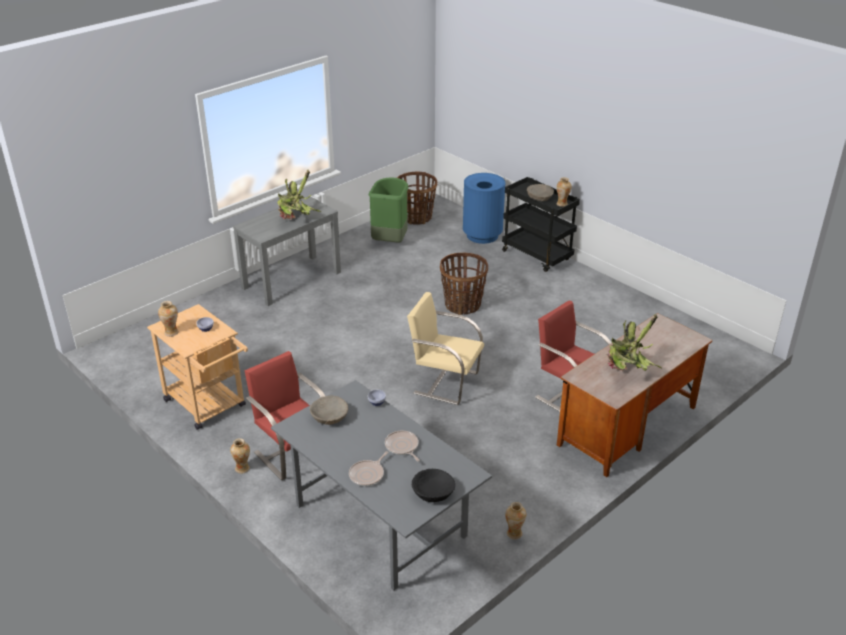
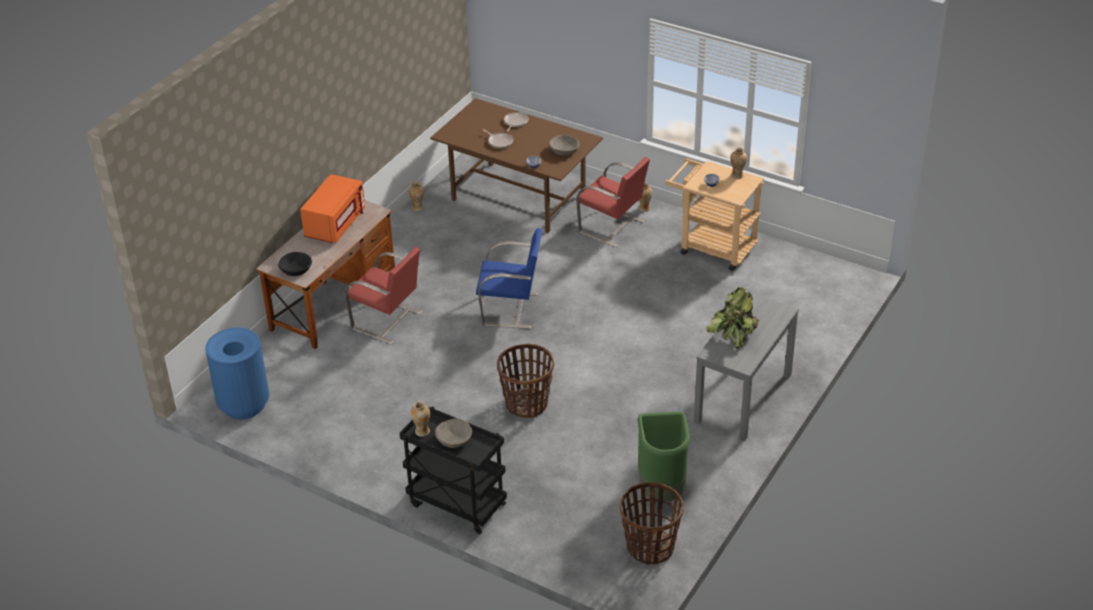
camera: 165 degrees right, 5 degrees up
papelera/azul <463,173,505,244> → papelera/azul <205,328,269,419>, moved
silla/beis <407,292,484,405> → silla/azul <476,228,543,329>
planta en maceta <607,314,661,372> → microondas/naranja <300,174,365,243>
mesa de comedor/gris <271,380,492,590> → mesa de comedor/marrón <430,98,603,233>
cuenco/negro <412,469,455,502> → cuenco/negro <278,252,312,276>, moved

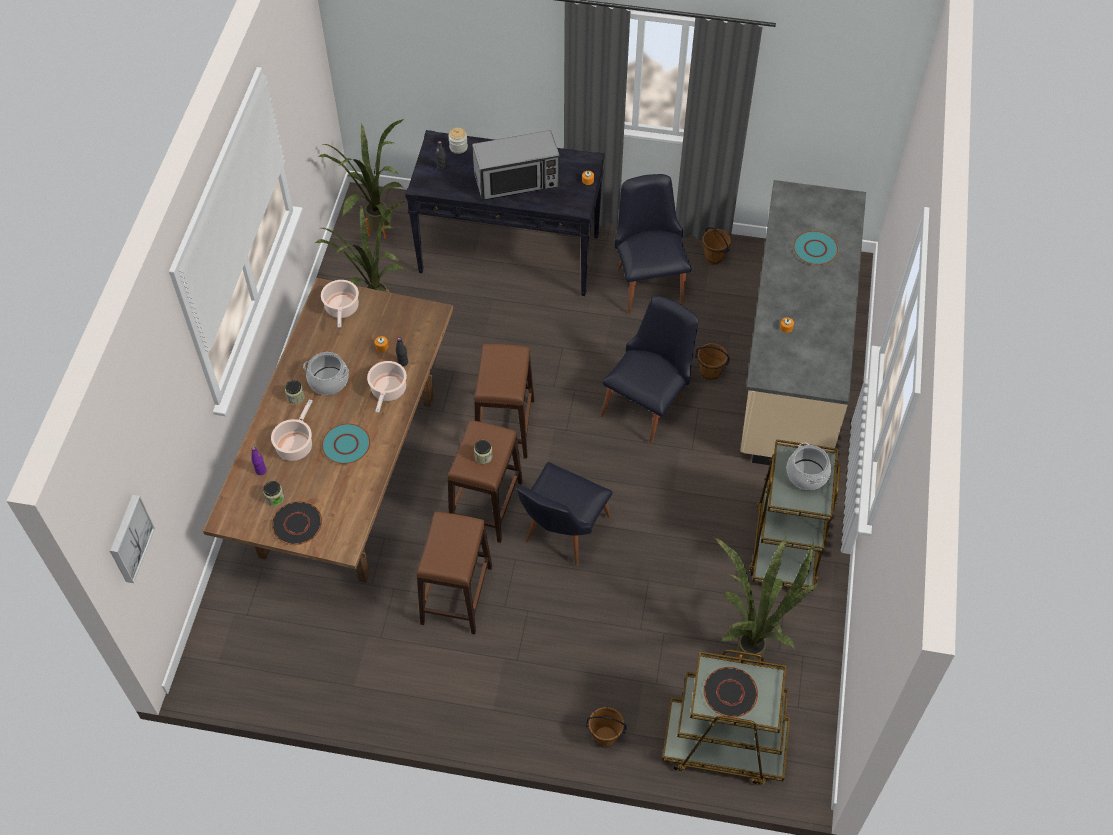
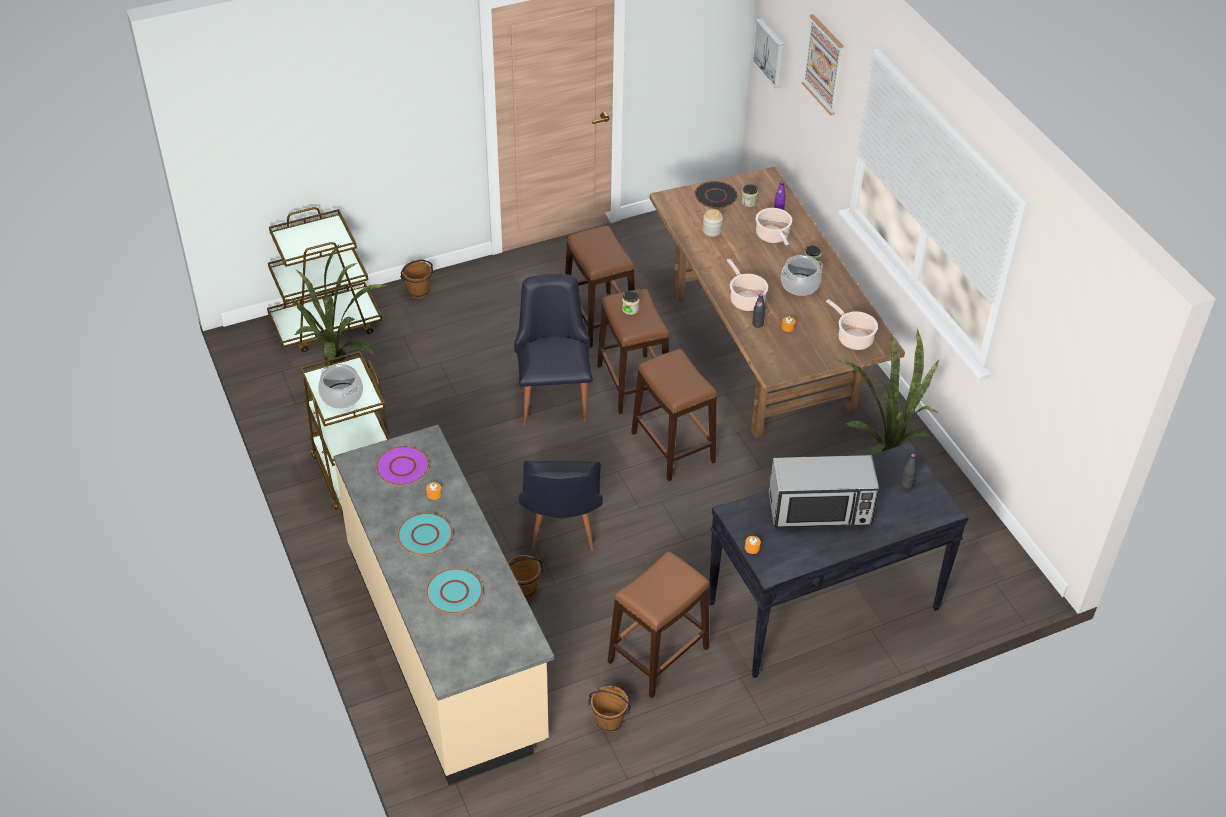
camera: 145 degrees right, 10 degrees down
planta en maceta <318,119,404,239> → -
tarro <448,127,468,154> → tarro <703,209,723,237>, moved
microondas <472,130,560,200> → microondas <769,455,879,528>, 135 degrees counterclockwise
silla/negro <615,174,692,314> → taburete/marrón <607,551,710,698>
plato/turquesa <322,423,370,464> → plato/turquesa <398,513,453,555>, moved
plato/negro <703,667,758,718> → -
- → cuadro <802,14,844,115>
- → plato/morado <376,446,429,485>

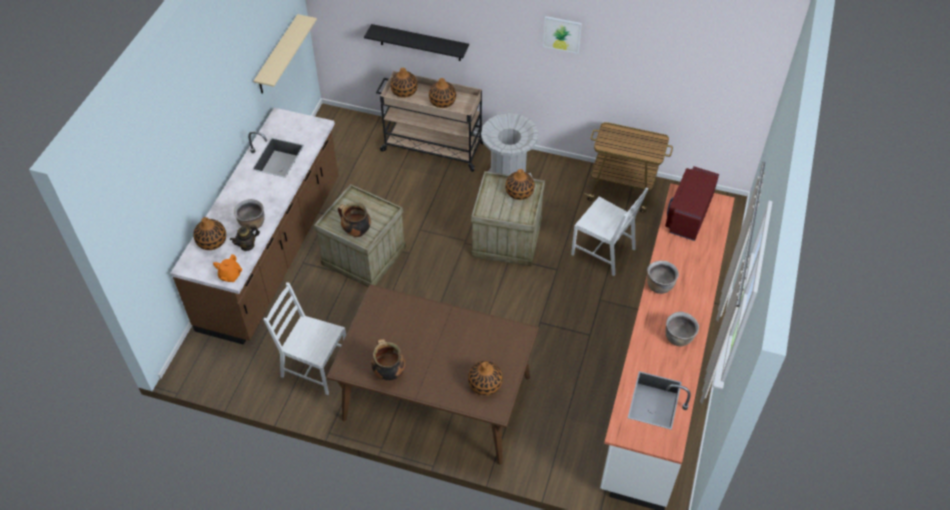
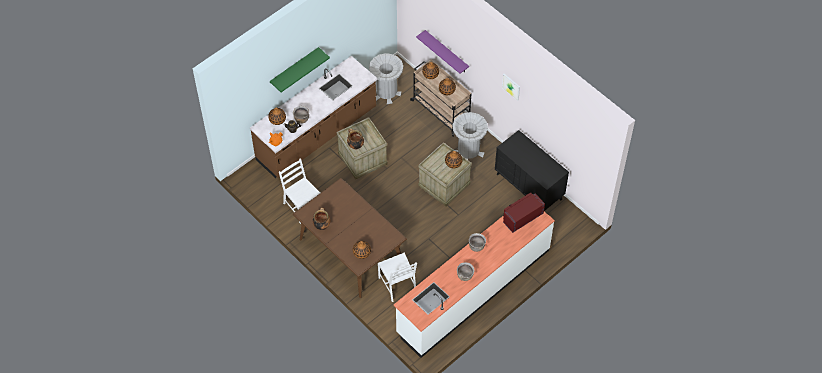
camera: 30 degrees right, 5 degrees up
estante/beis <254,14,317,94> → -
estante/negro <364,24,469,61> → estante/morado <416,30,469,74>
carrito <584,122,673,213> → cómoda/negro <495,130,569,212>
silla/blanco <571,187,649,276> → silla/blanco <378,253,417,302>, moved
- → estante/verde <270,47,330,92>
- → papelera/gris <369,53,403,104>

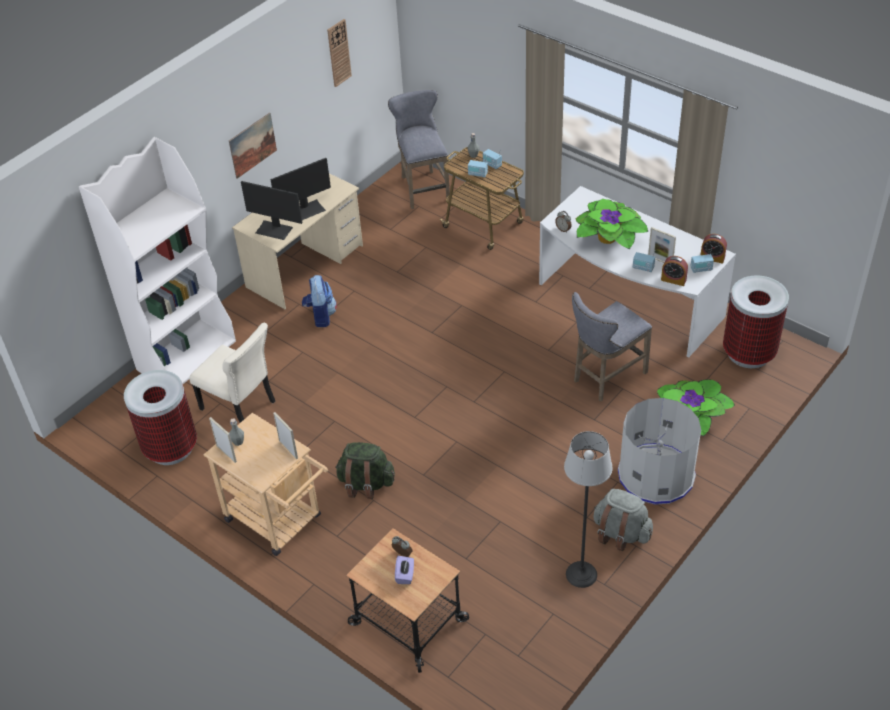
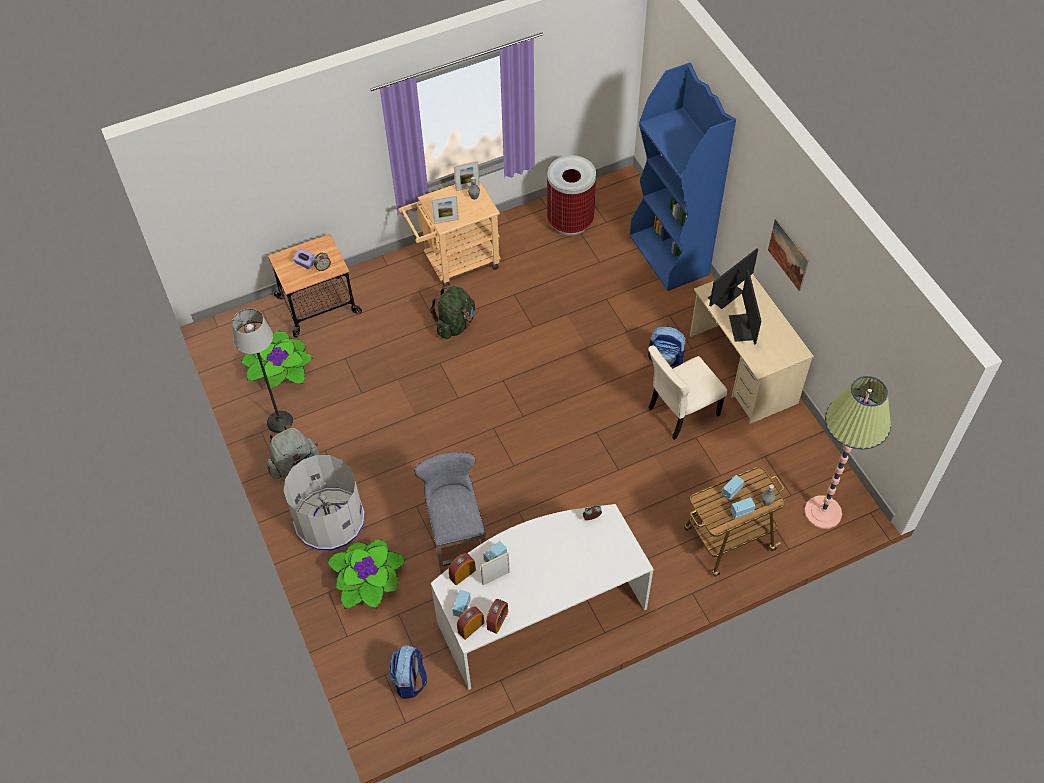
camera: 115 degrees right, 10 degrees up
reloj de pared <327,19,352,87> → -
taburete/gris <388,90,450,209> → lámpara de pie <804,376,891,529>
estantería/blanco <79,137,236,384> → estantería/azul <630,62,736,291>
planta en maceta <576,199,648,249> → planta en maceta <241,331,313,389>, moved
papelera <723,275,789,368> → mochila <389,645,427,699>
silla/beis <189,323,276,423> → silla/beis <648,345,727,440>, moved
- → despertador <486,599,508,634>

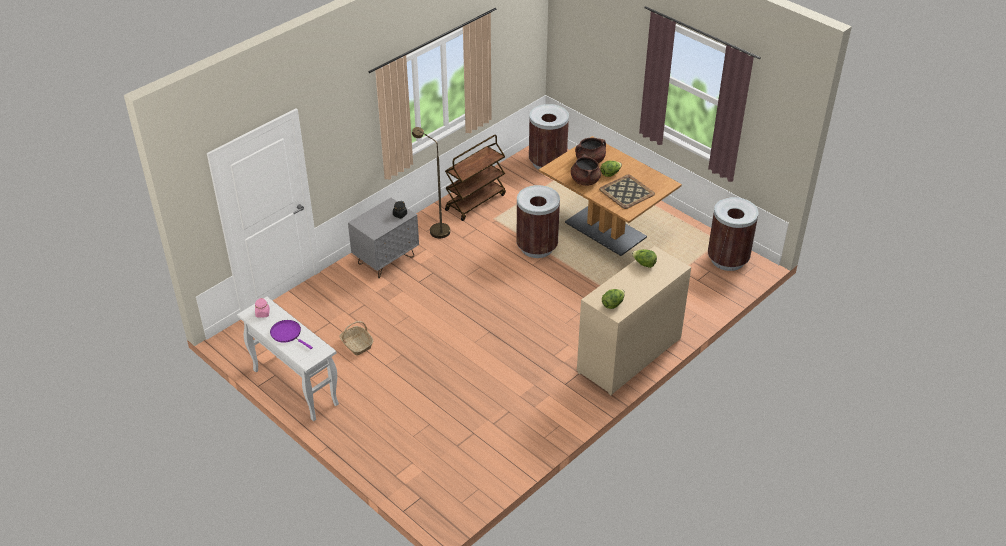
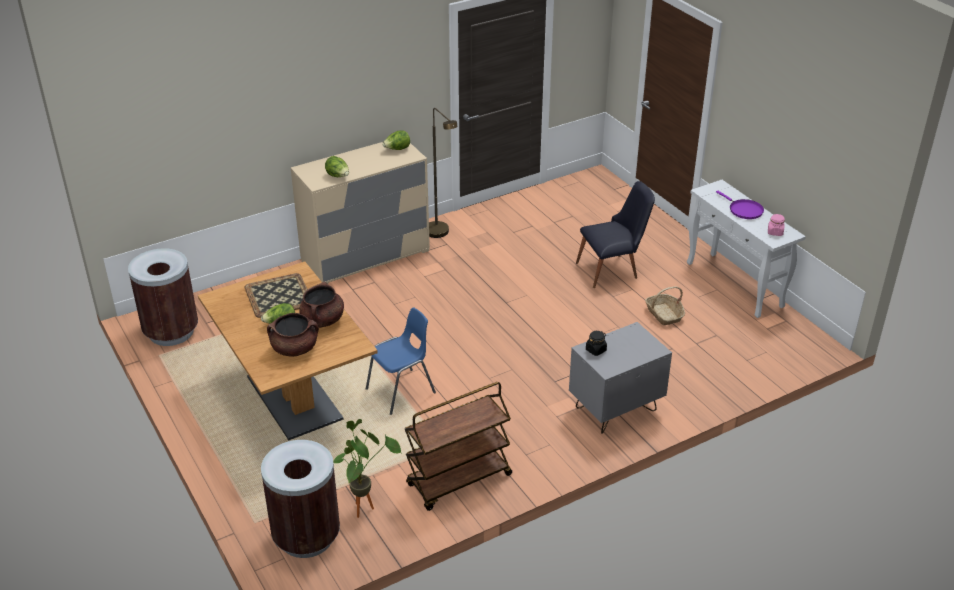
camera: 165 degrees left, 5 degrees down
lámpara de pie/marrón <412,127,450,238> → lámpara de pie/marrón <429,108,458,238>, moved
papelera/marrón <516,185,560,258> → silla/azul <366,307,436,415>
- → silla/negro <576,181,655,288>
- → planta en maceta <333,419,402,518>

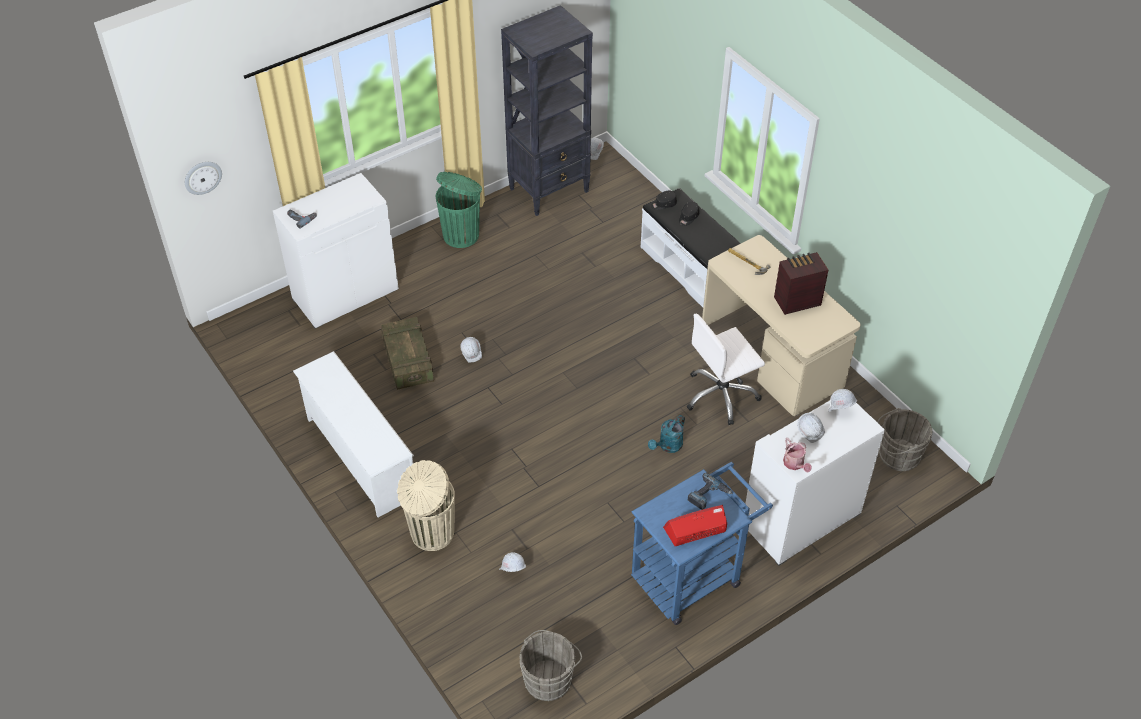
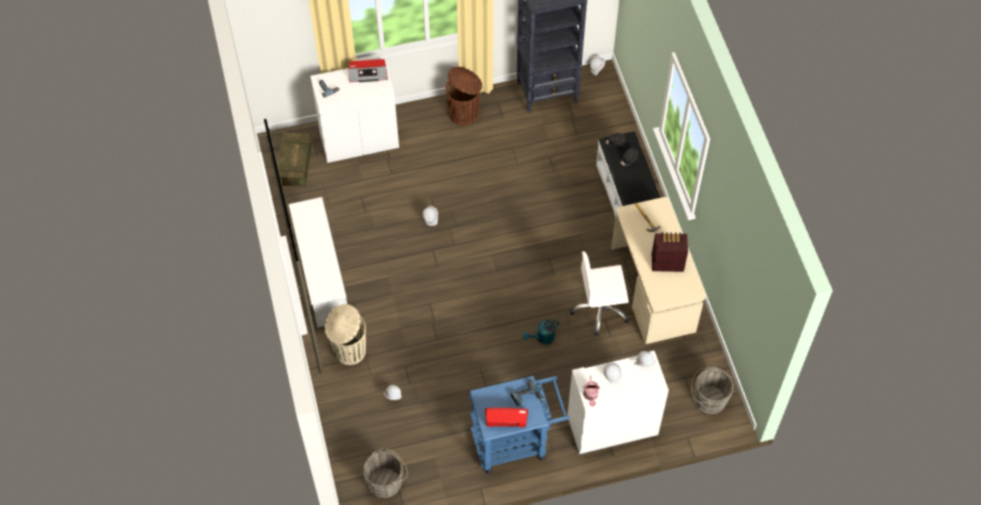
camera: 20 degrees right, 10 degrees up
reloj de pared <185,162,222,195> → -
papelera/verde <436,172,482,248> → papelera/marrón <445,66,482,126>
caja de embalaje <381,317,434,390> → caja de embalaje <275,132,312,187>, moved
- → radio <349,59,388,82>

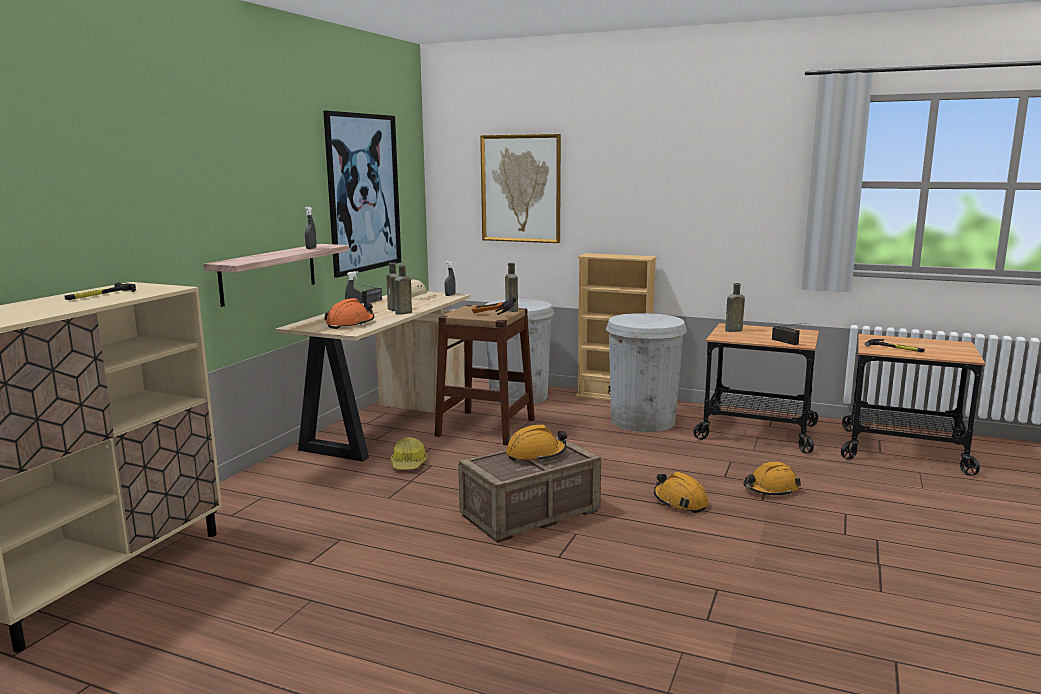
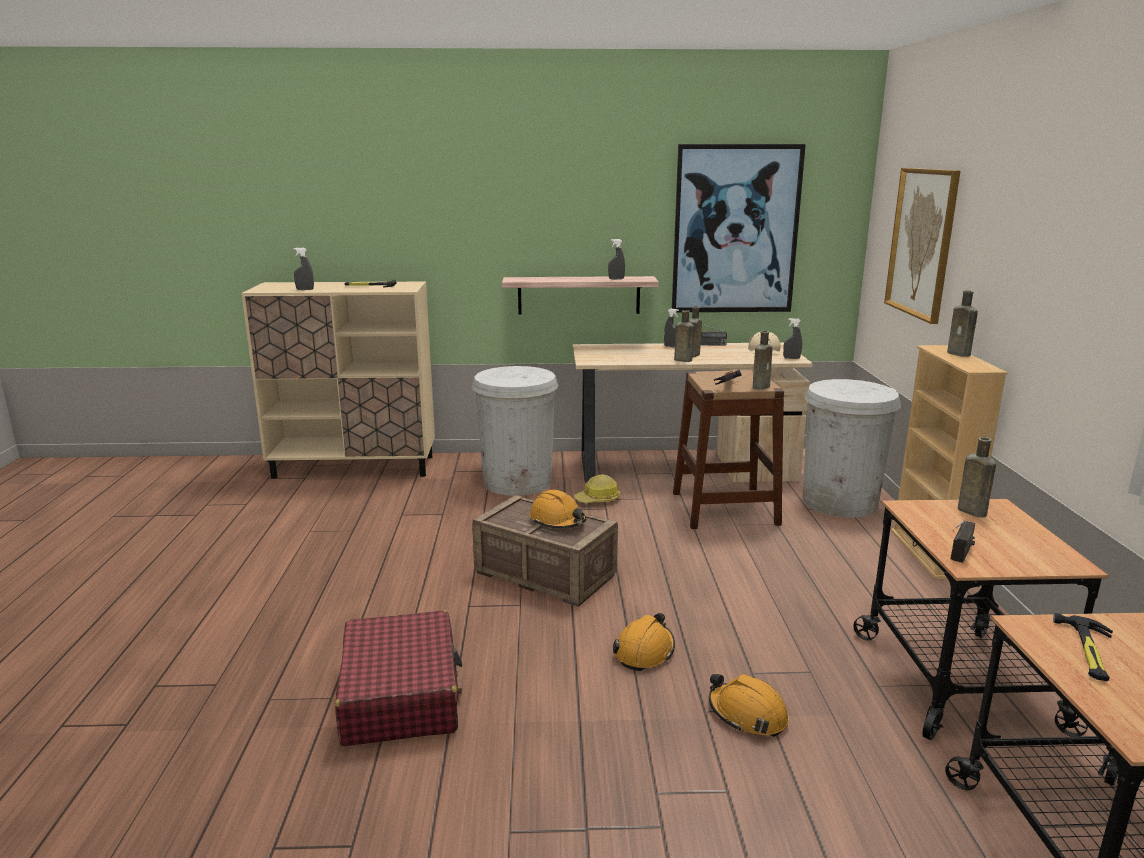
camera: 65 degrees right, 5 degrees up
casco/naranja <324,298,374,329> → -
papelera/blanco <606,313,687,432> → papelera/blanco <472,366,558,496>, moved
- → pulverizador/gris <293,248,314,290>
- → botella/marrón <947,290,978,357>
- → maleta/rojo <335,610,462,746>

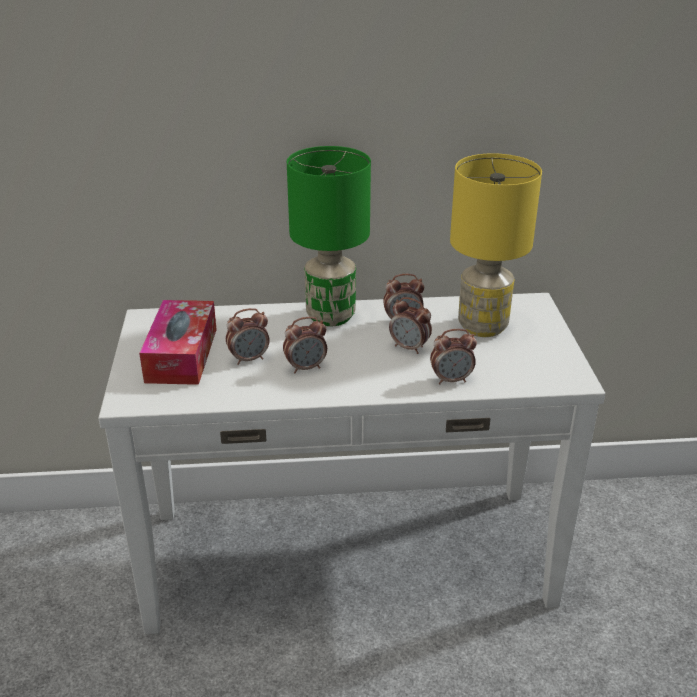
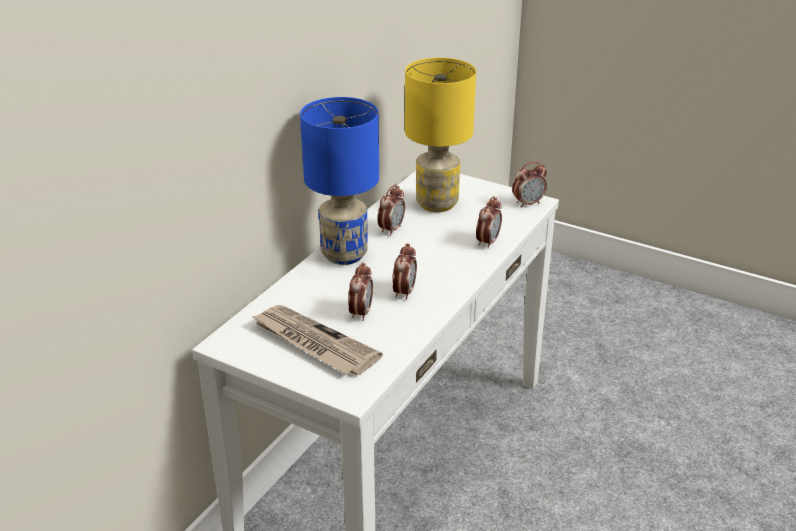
camera: 55 degrees left, 0 degrees up
lámpara de mesa/verde <287,146,371,326> → lámpara de mesa/azul <300,97,379,265>
despertador <389,297,432,354> → despertador <512,162,547,208>, moved
caja de pañuelos <139,300,217,385> → periódico <251,305,383,375>

